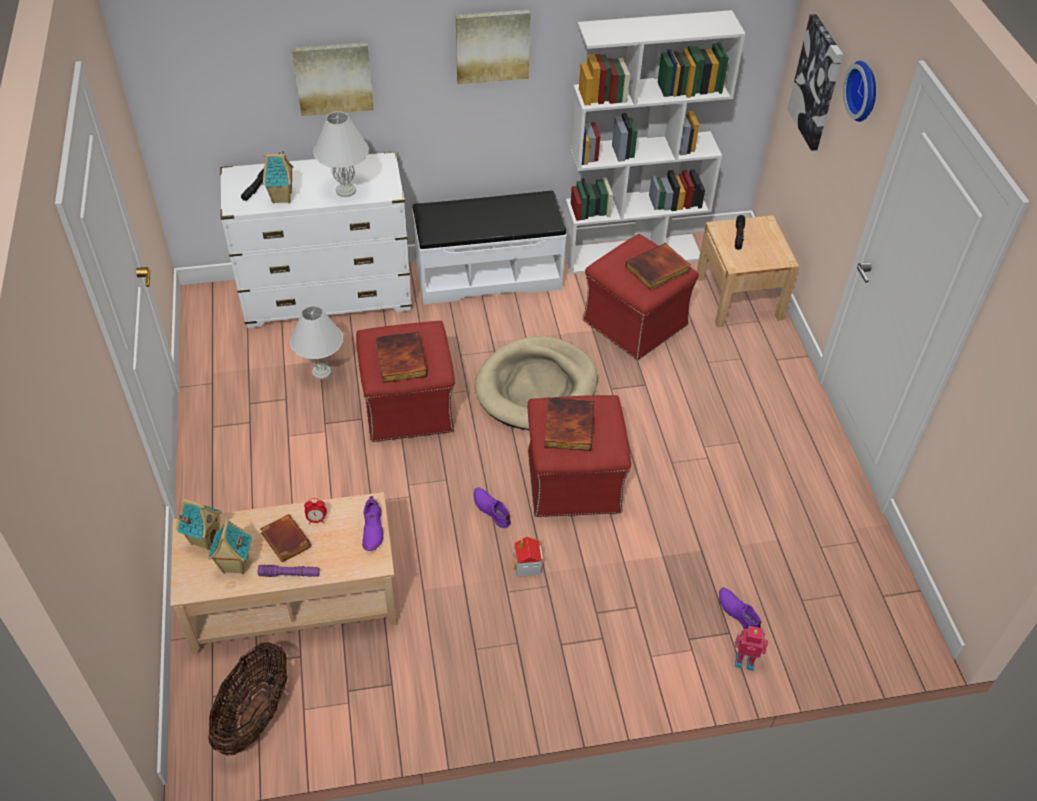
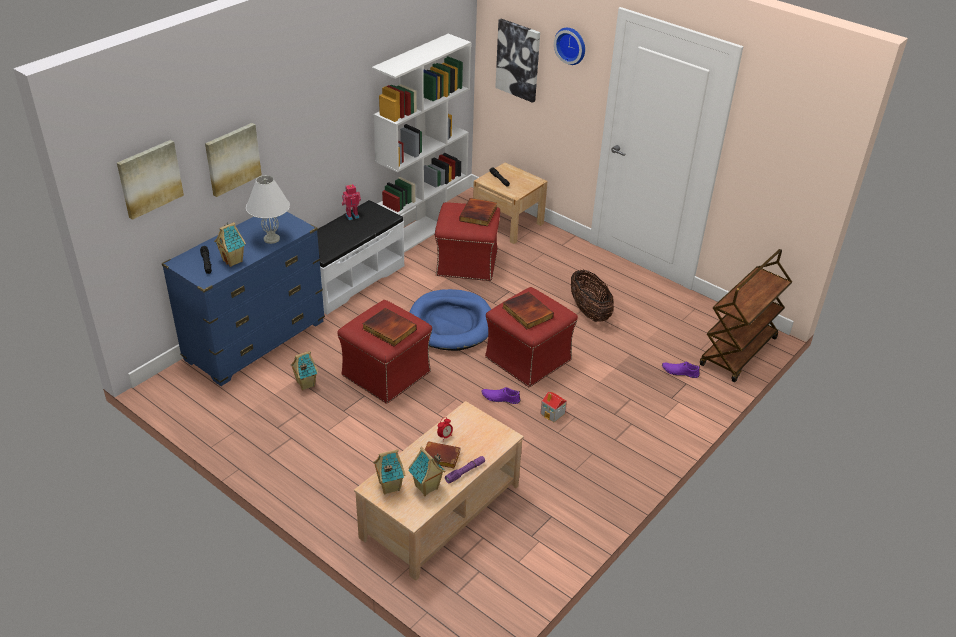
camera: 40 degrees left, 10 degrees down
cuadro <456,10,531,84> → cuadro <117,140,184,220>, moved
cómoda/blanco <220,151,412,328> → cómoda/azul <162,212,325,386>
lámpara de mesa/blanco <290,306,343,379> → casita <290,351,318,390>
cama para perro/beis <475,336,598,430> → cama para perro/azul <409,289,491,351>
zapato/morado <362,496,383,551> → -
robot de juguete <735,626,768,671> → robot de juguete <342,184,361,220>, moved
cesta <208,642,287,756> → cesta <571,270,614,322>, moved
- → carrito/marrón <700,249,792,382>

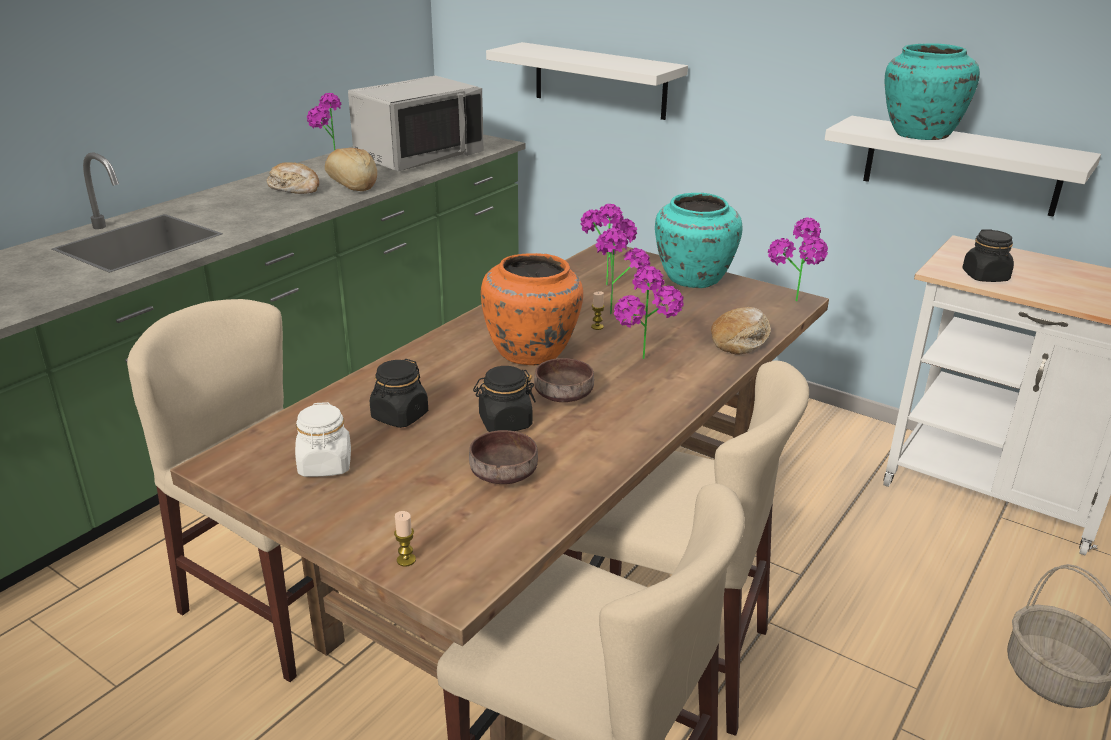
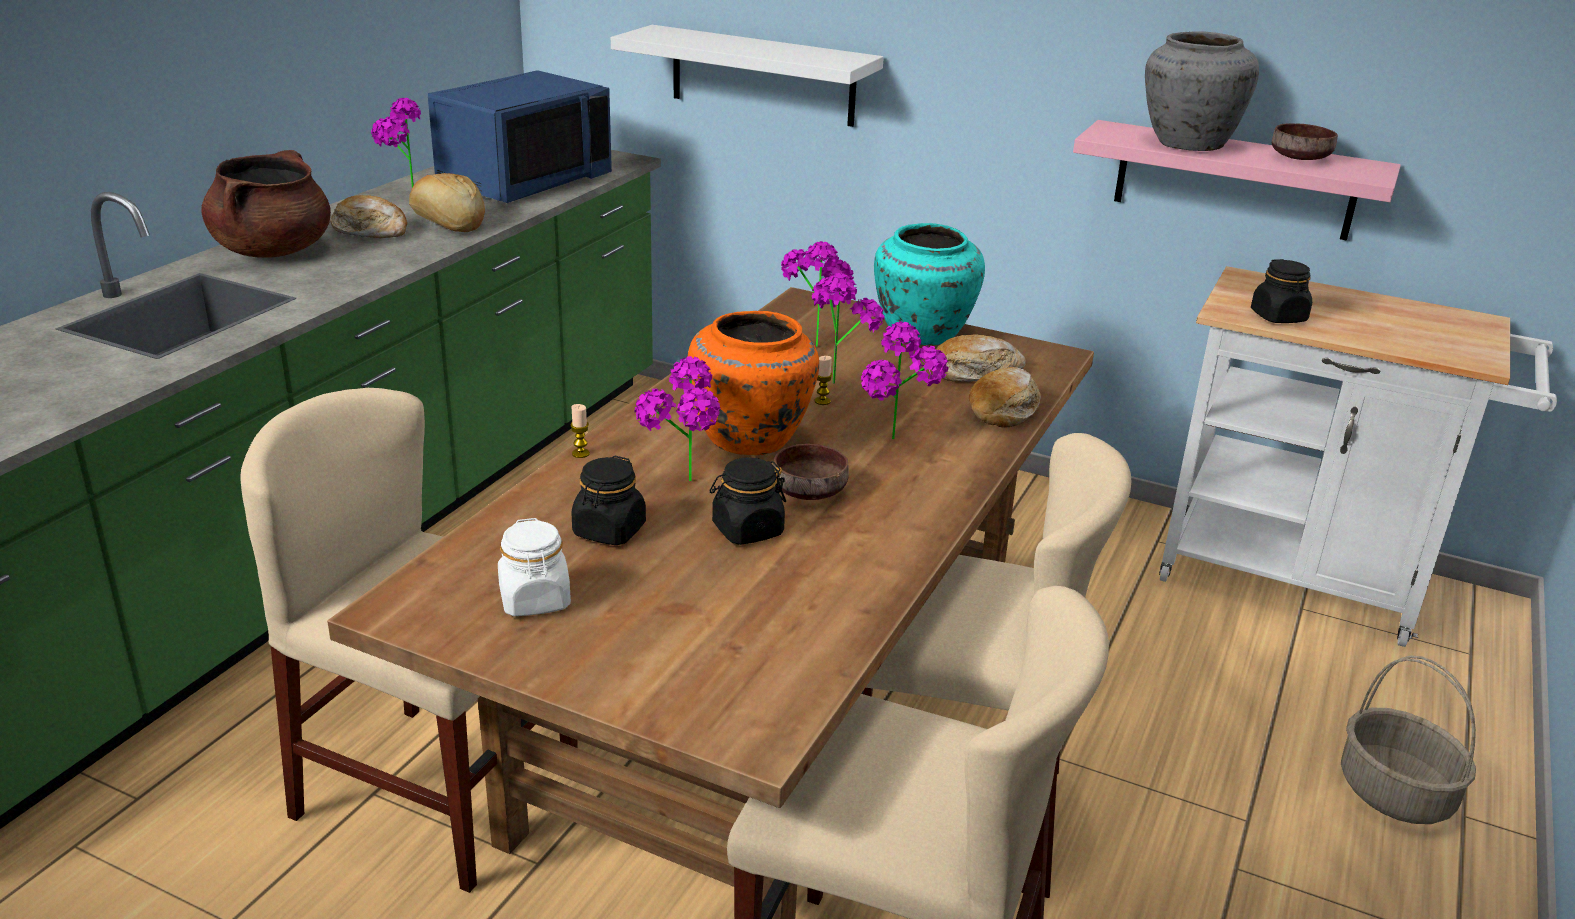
camera: 10 degrees left, 0 degrees up
florero/turquesa <885,43,980,140> → florero/gris <1145,31,1259,151>
microondas/gris <348,76,484,172> → microondas/azul <428,70,612,203>
estante/blanco <825,116,1101,217> → estante/rosa <1073,120,1401,240>
planta en maceta <768,217,828,301> → planta en maceta <634,356,720,481>, moved
cuenco/marrón <469,430,538,484> → cuenco/marrón <1272,123,1338,160>, moved
vela <394,511,416,567> → vela <570,404,590,458>, moved
- → olla/marrón <202,150,331,258>
- → pan <936,334,1026,382>

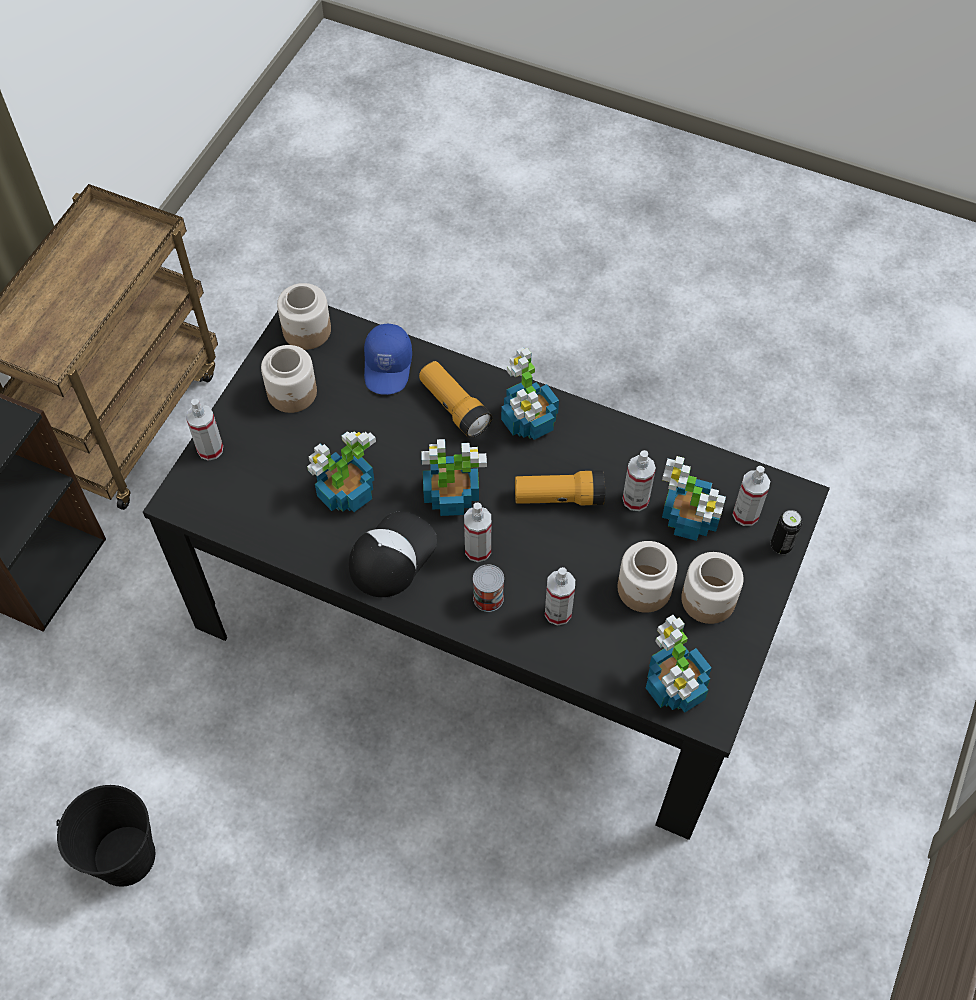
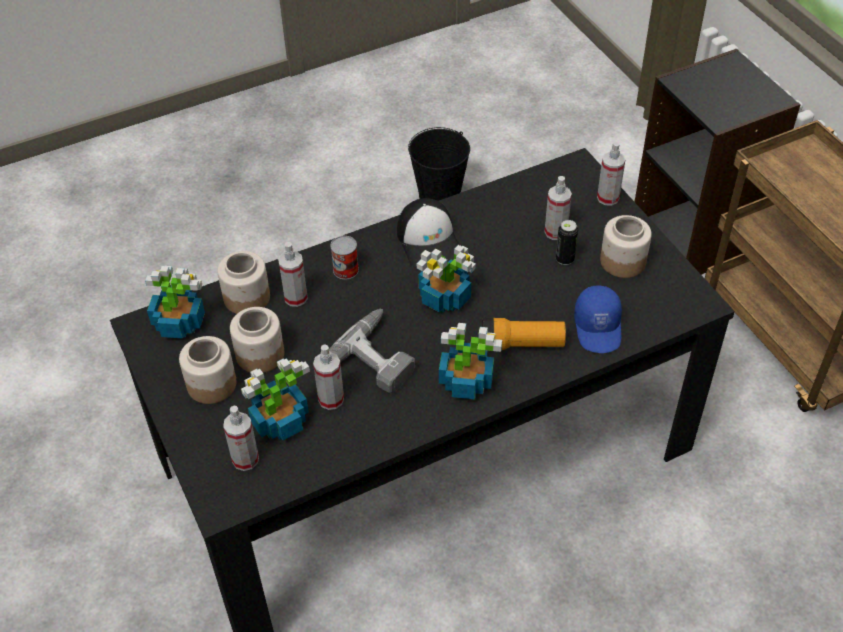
camera: 130 degrees right, 10 degrees down
tarro <277,283,331,350> → tarro <217,251,270,314>, moved
gorra/azul <364,324,412,395> → gorra/azul <574,285,622,353>, 135 degrees counterclockwise
planta en maceta <307,431,376,512> → -
linterna <515,471,605,505> → taladro <329,309,415,394>
pulverizador <464,502,491,562> → pulverizador <544,176,572,240>, moved
lata <771,510,802,554> → lata <556,220,578,265>, moved

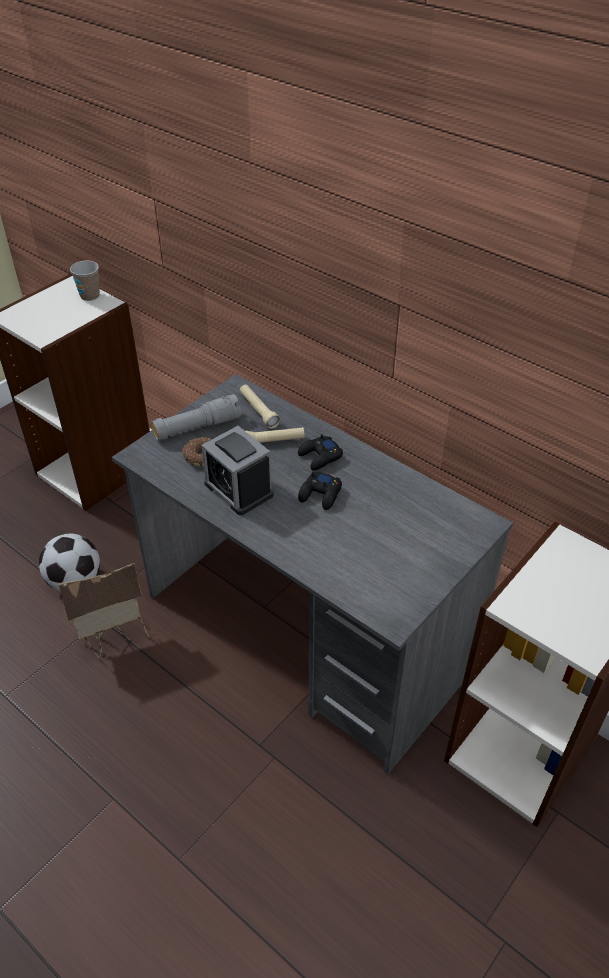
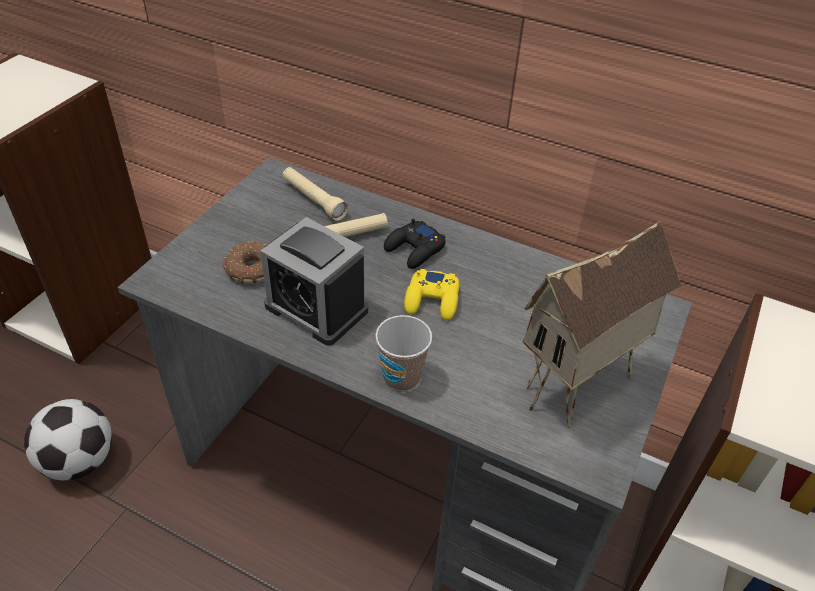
camera: 15 degrees left, 0 degrees up
taza <70,261,100,301> → taza <375,315,432,391>, moved
linterna/gris <151,394,242,440> → -
mando de consola/negro <298,471,342,510> → mando de consola/amarillo <404,269,459,321>
casita <57,563,150,659> → casita <522,220,682,428>, moved

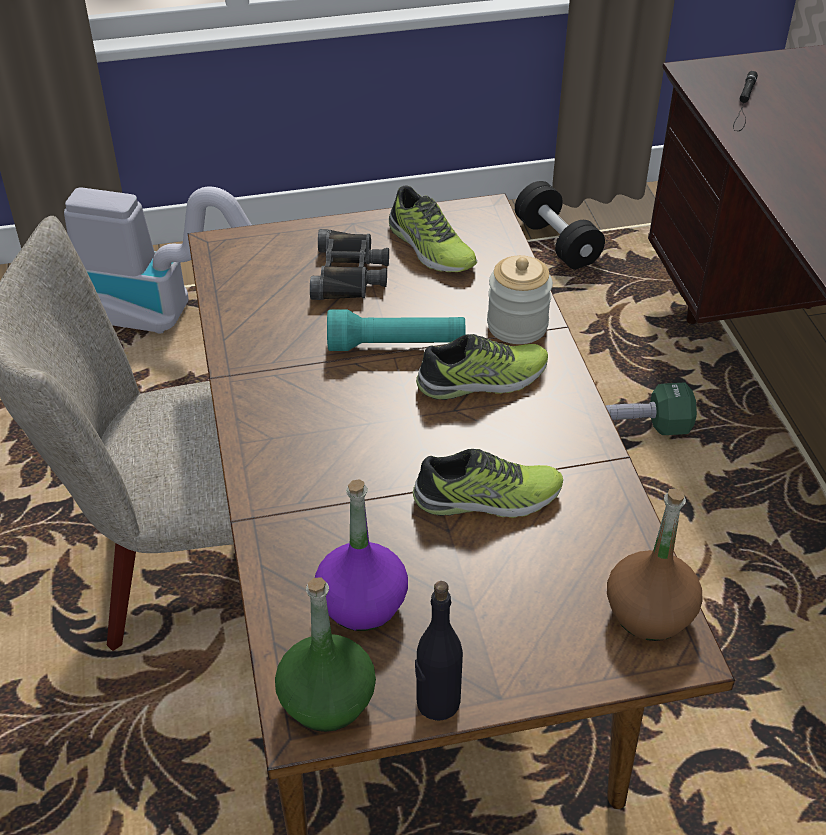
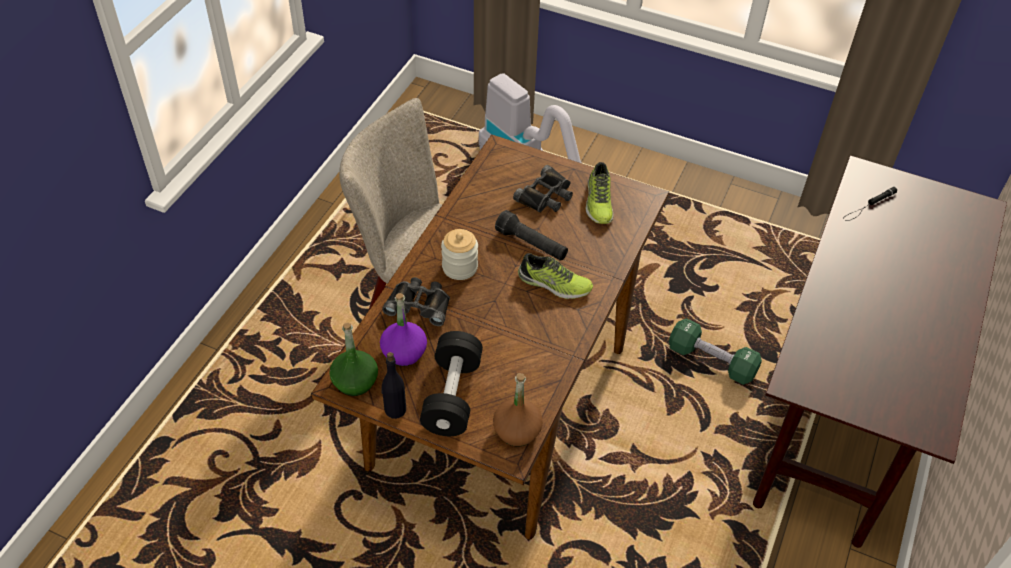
camera: 35 degrees right, 5 degrees up
mancuerna/negro <515,181,605,270> → mancuerna/negro <420,331,483,436>, moved
tarro <487,255,553,344> → tarro <441,229,478,280>, moved
linterna/turquesa <327,310,465,351> → linterna/negro <495,210,568,261>
zapato <413,449,563,518> → -
- → prismáticos/negro <382,277,450,326>

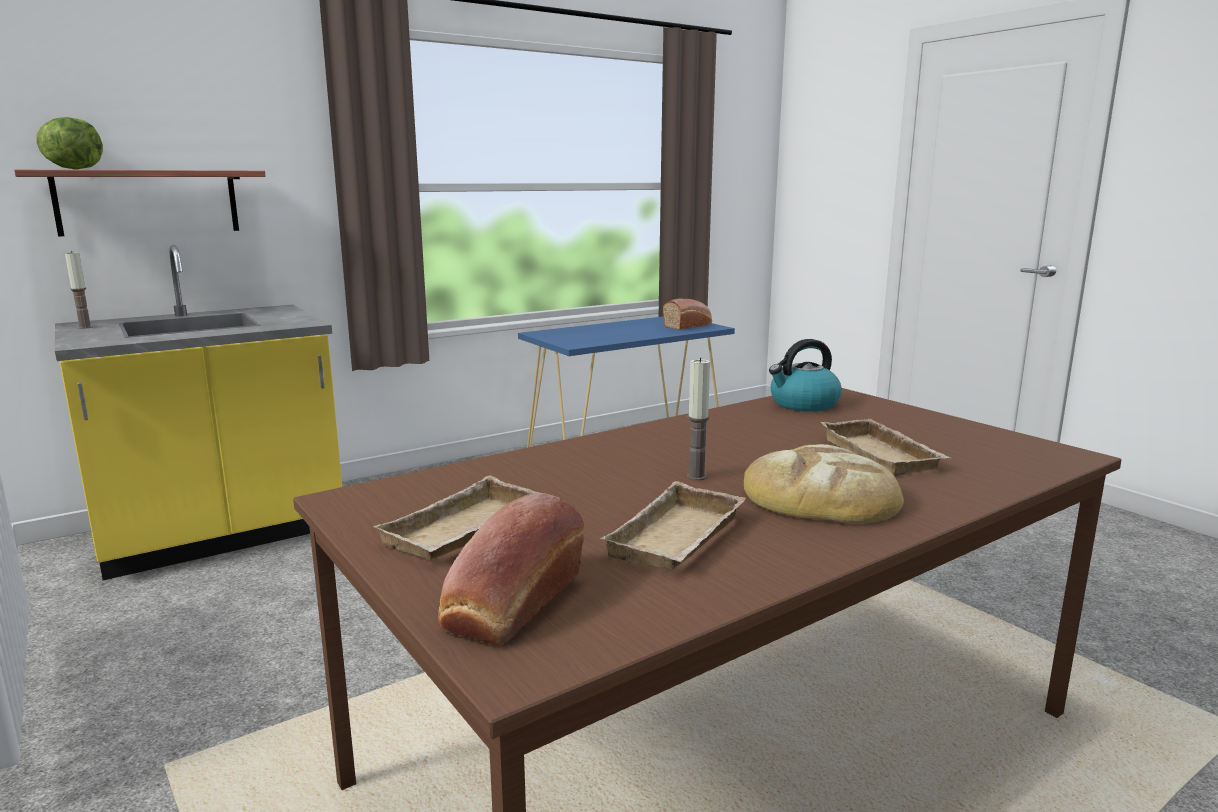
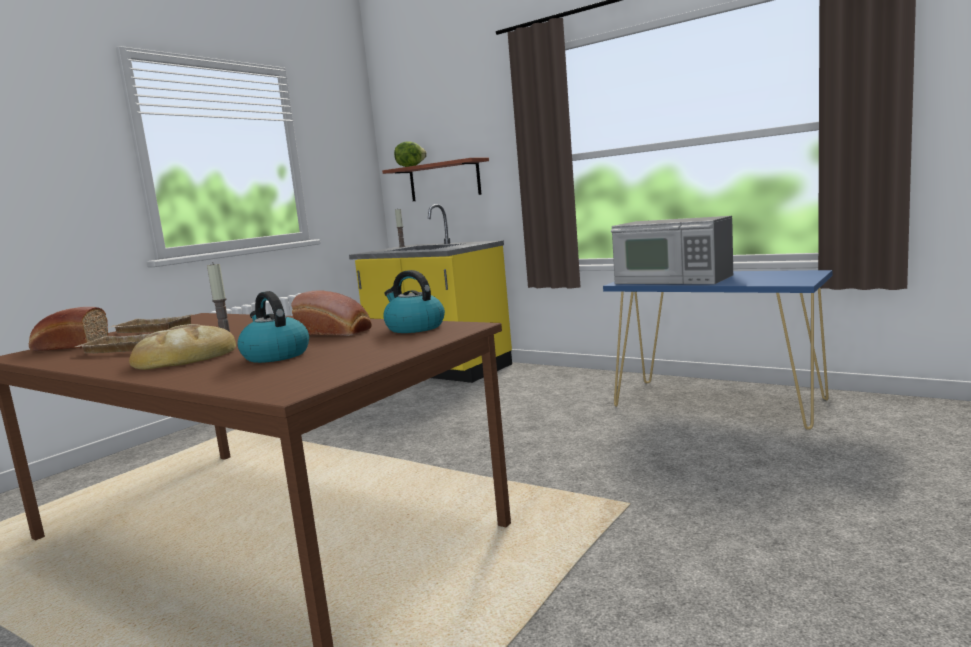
camera: 70 degrees right, 5 degrees down
pan <663,298,712,330> → pan <291,290,372,336>, moved
bandeja/beis <820,419,950,476> → hervidor <237,291,309,363>
- → microondas <611,216,733,284>

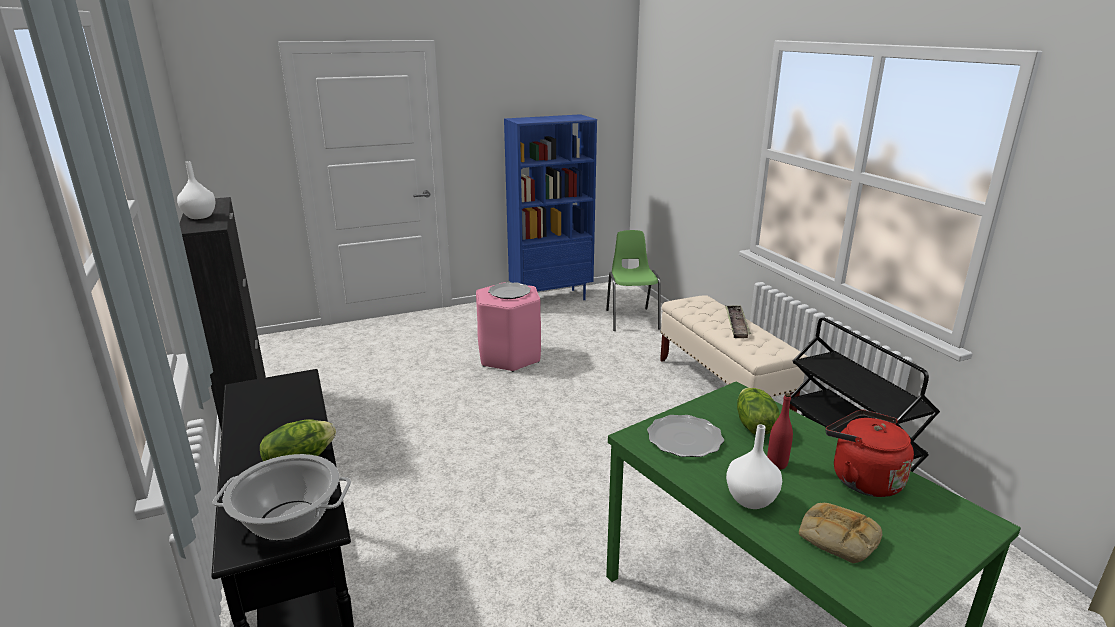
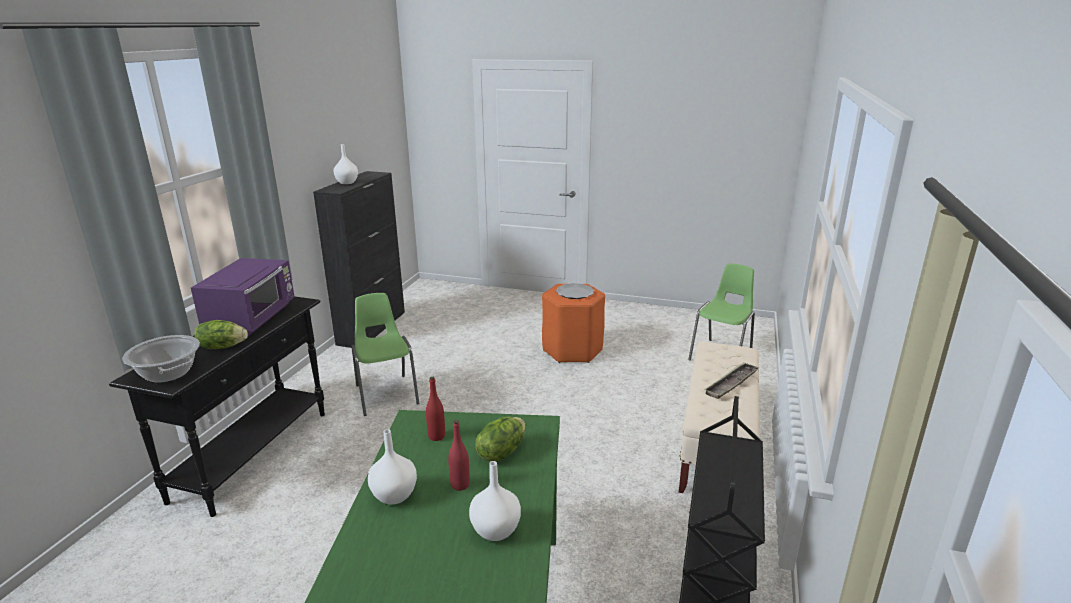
camera: 40 degrees right, 0 degrees up
estantería/azul <504,114,597,300> → -
taburete/rosa <476,282,541,372> → taburete/naranja <542,284,605,363>
hervidor/rojo <826,410,914,497> → florero/blanco <469,461,521,541>
plato <647,415,724,457> → botella/rojo <426,377,445,441>
pan <799,503,882,563> → -
- → microondas/morado <191,258,295,336>
- → silla/verde <352,293,419,416>

